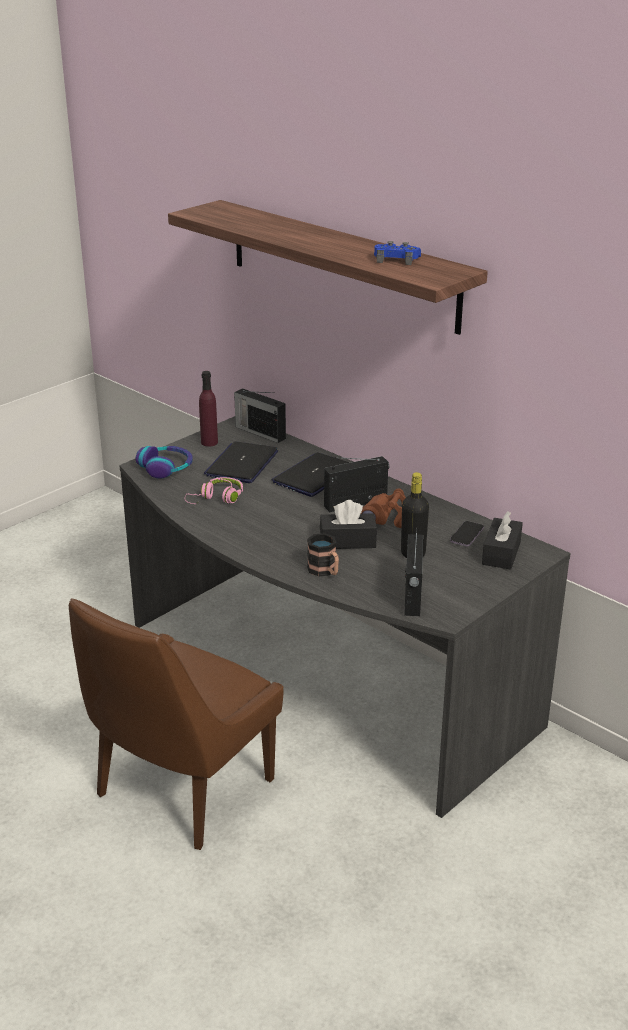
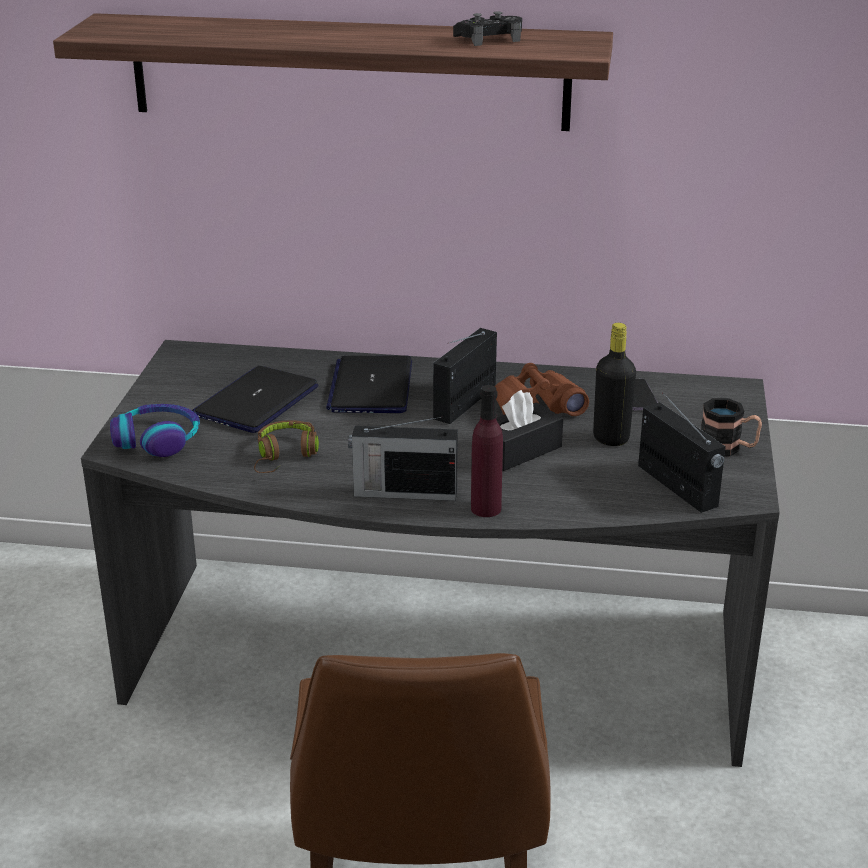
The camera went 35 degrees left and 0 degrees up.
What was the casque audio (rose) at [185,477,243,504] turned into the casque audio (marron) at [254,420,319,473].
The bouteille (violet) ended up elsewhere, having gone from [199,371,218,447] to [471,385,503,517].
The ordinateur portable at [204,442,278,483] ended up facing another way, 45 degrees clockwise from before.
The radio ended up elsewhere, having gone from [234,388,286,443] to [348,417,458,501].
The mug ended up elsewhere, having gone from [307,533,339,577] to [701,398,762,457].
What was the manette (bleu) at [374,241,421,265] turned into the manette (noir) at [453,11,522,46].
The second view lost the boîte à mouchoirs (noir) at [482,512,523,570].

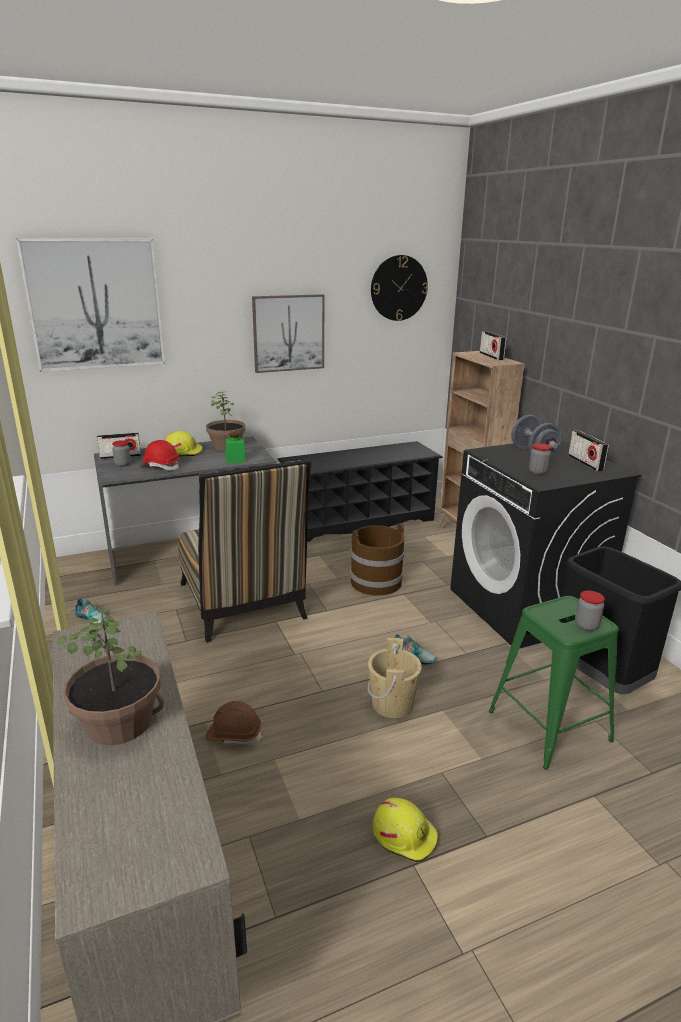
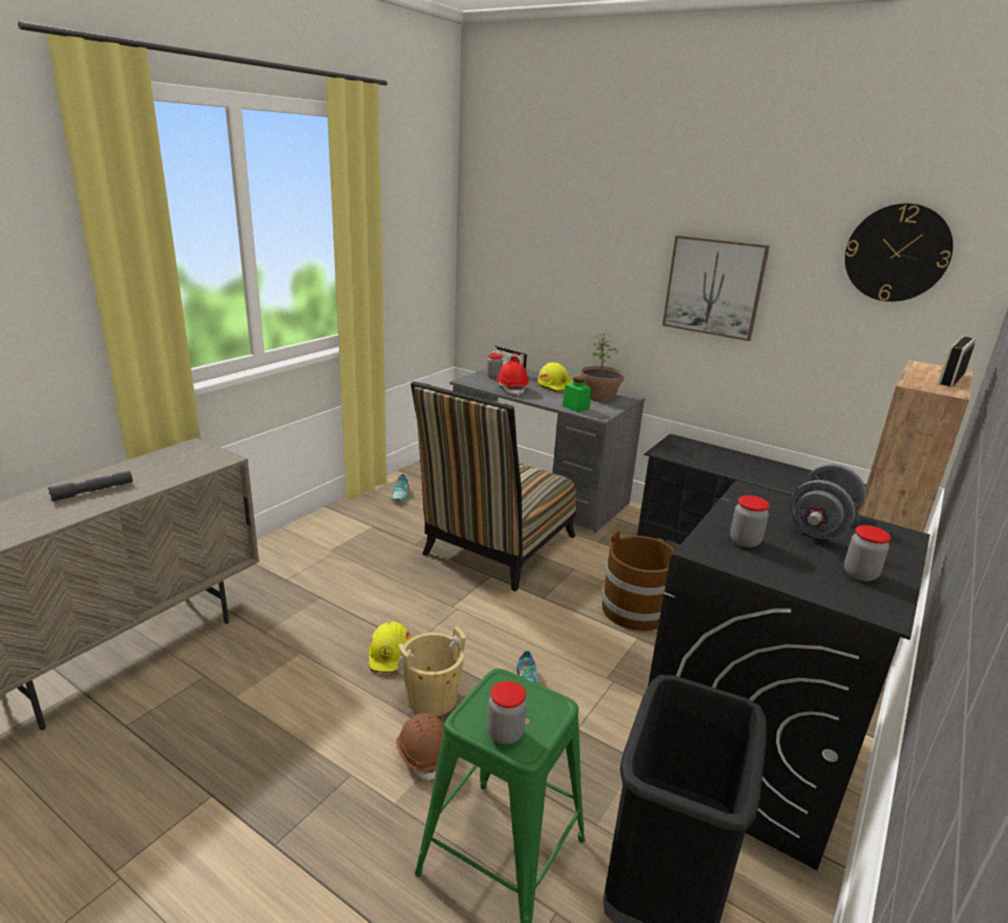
The camera went 55 degrees right and 0 degrees up.
The second view lost the tableau at [16,238,165,372].
Where the plante en pot stood at [56,607,164,745], the lampe de poche (gris) came to stand at [48,471,133,502].
The casque de chantier (marron) ended up elsewhere, having gone from [205,701,262,745] to [396,713,444,780].
The casque de chantier (jaune) ended up elsewhere, having gone from [372,798,438,863] to [369,621,412,673].
Where the radio stood at [568,431,609,471], the bocal came to stand at [844,525,891,581].

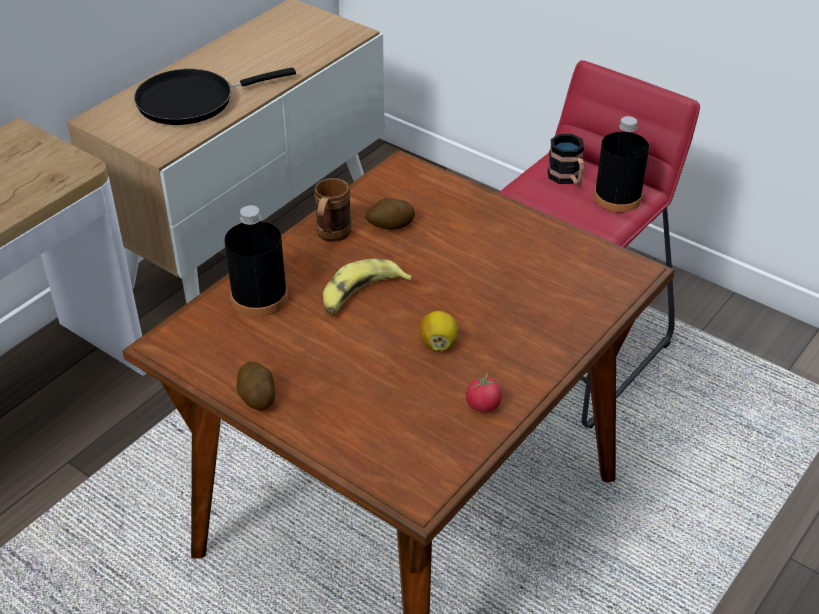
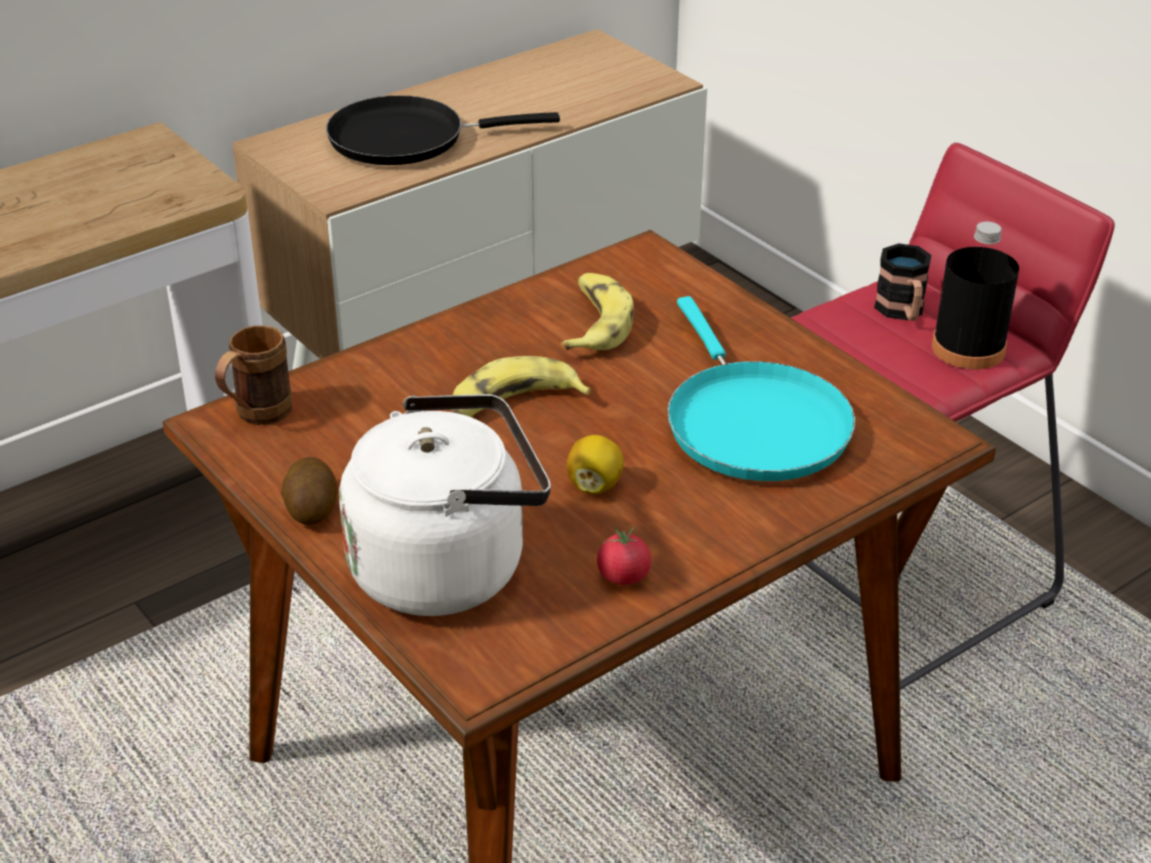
The camera went 15 degrees right and 5 degrees down.
The second view lost the bouteille (noir) at [224,205,288,317].
The mug (marron) ended up elsewhere, having gone from [314,178,352,242] to [215,325,292,425].
Where the pomme de terre stood at [365,198,415,230], the banane came to stand at [560,273,634,350].
The second view gained the bouilloire (blanc) at [339,394,551,616].
The second view gained the poêle (turquoise) at [667,296,855,481].

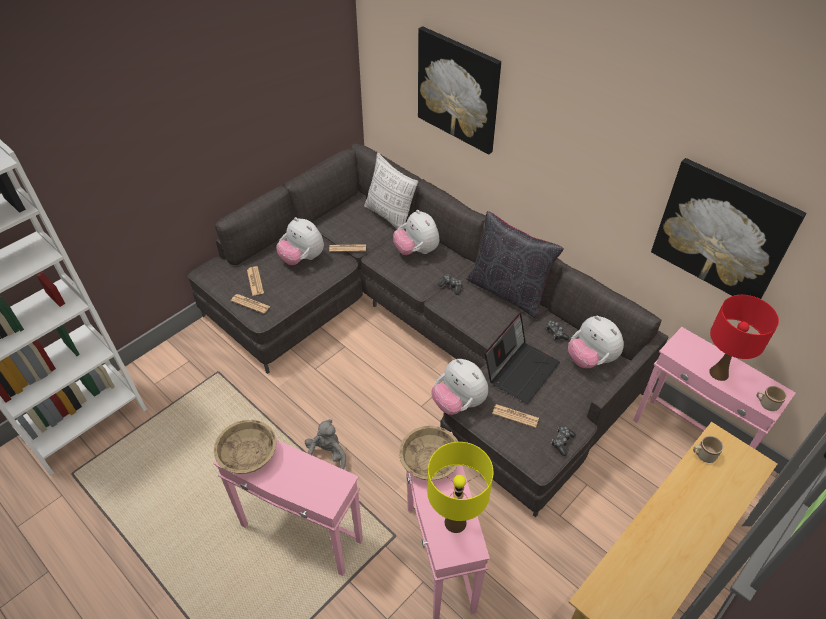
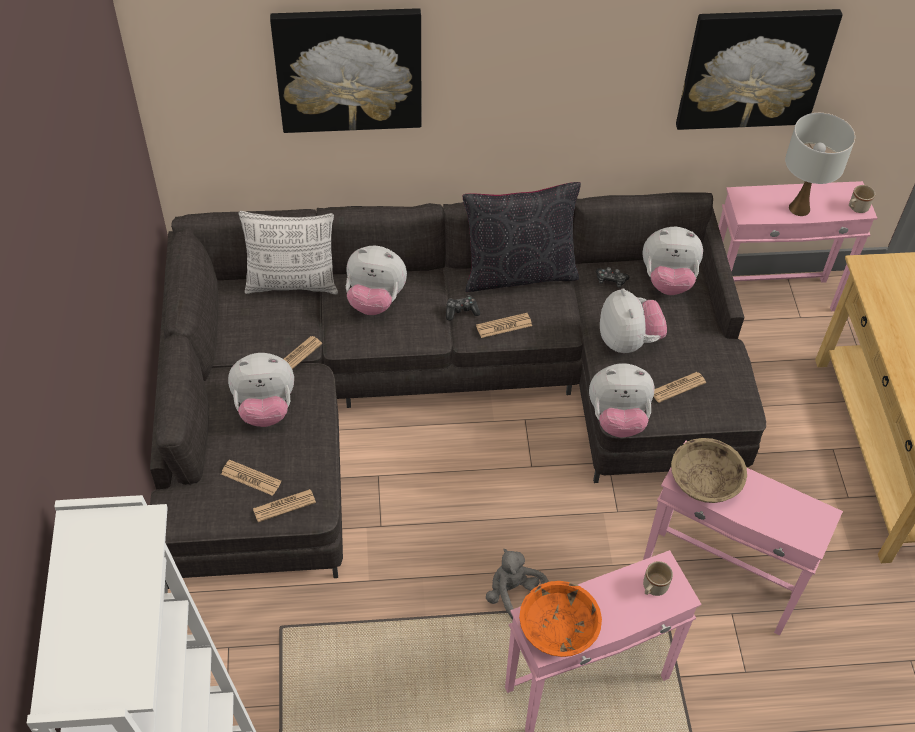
The camera went 50 degrees left and 5 degrees up.
What was the bol (beige) at [214,420,276,474] turned into the bol (orange) at [519,581,602,657].
The second view lost the lampe de table (jaune) at [427,442,493,533].
Where the ordinateur portable stood at [485,313,560,404], the peluche came to stand at [600,288,667,353].
The second view lost the manette at [552,426,576,456].
The mug (beige) ended up elsewhere, having gone from [693,436,723,463] to [643,561,673,596].
What was the lampe de table (rouge) at [709,295,779,381] turned into the lampe de table (blanc) at [785,113,855,216].
The second view gained the journal at [476,313,532,338].

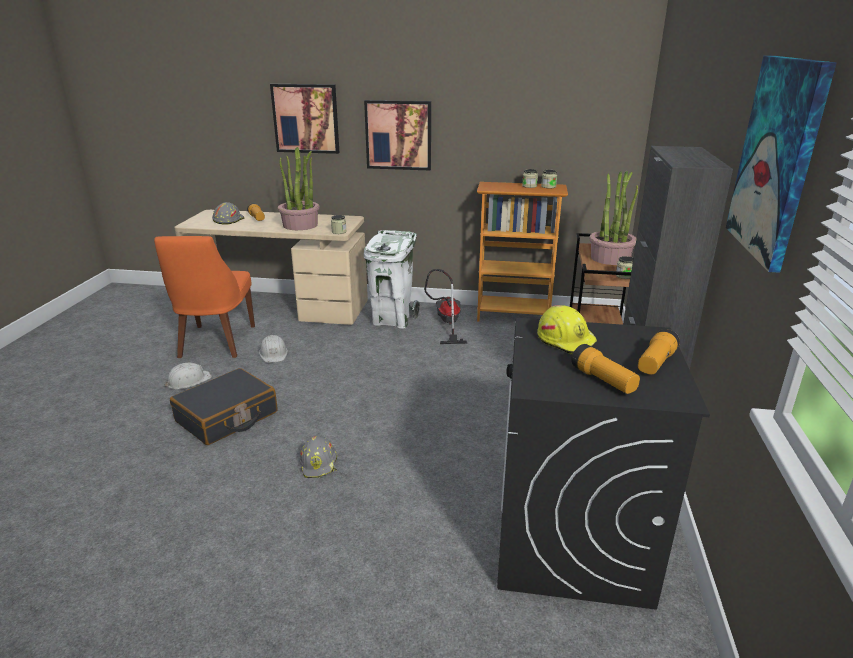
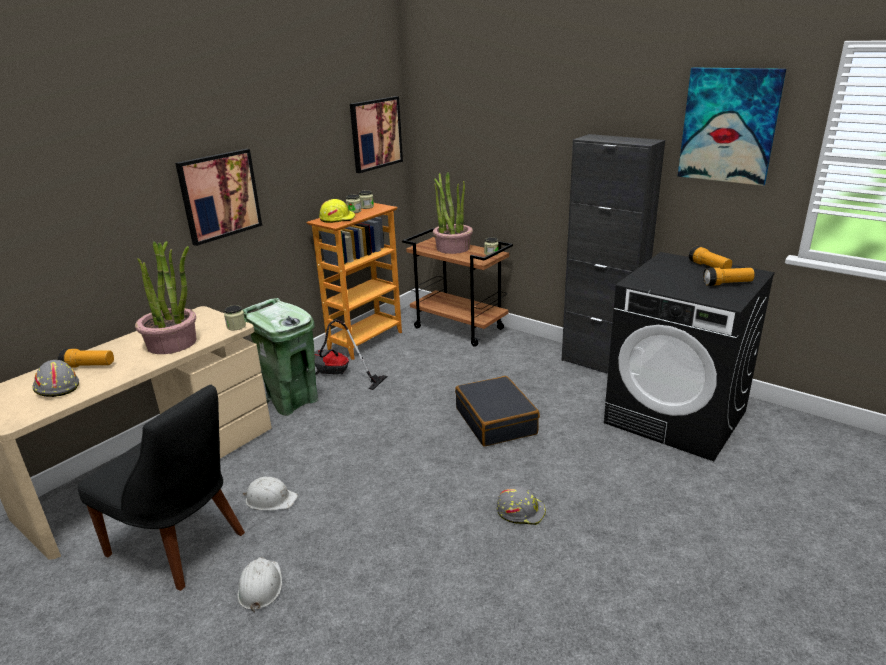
The camera went 60 degrees left and 0 degrees up.
What was the chaise (orange) at [154,236,255,358] turned into the chaise (noir) at [77,385,245,591].
The valise (noir) ended up elsewhere, having gone from [170,368,278,445] to [455,376,540,446].
The tableau ended up elsewhere, having gone from [270,84,339,154] to [350,96,403,173].
What was the poubelle (blanc) at [364,230,420,329] turned into the poubelle (vert) at [243,298,318,416].
The casque de chantier (jaune) ended up elsewhere, having gone from [537,305,597,354] to [319,199,356,223].

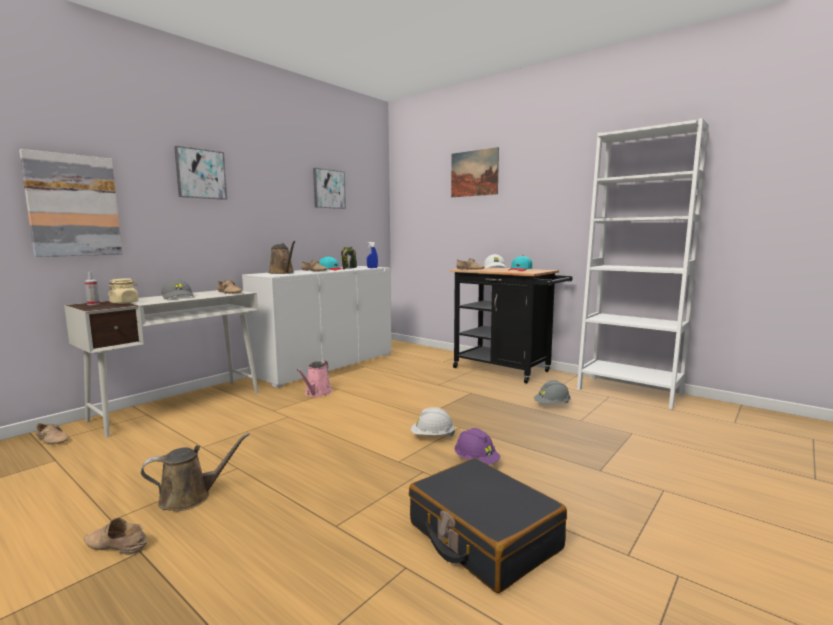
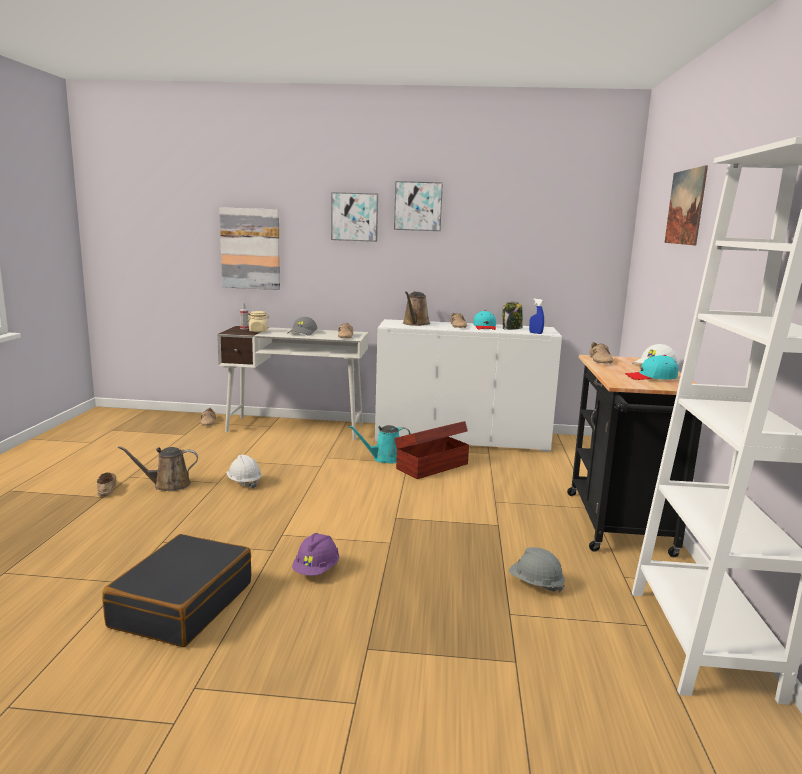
The camera went 55 degrees right and 5 degrees up.
The arrosoir (marron) at [141,433,250,511] ended up facing another way, 135 degrees clockwise from before.
What was the arrosoir (rose) at [297,361,332,397] turned into the arrosoir (turquoise) at [348,425,411,463].
The tableau ended up elsewhere, having gone from [313,168,346,209] to [394,181,443,231].
The casque de chantier (blanc) ended up elsewhere, having gone from [411,407,455,436] to [226,455,262,489].
The second view gained the boîte de rangement (marron) at [394,421,469,479].

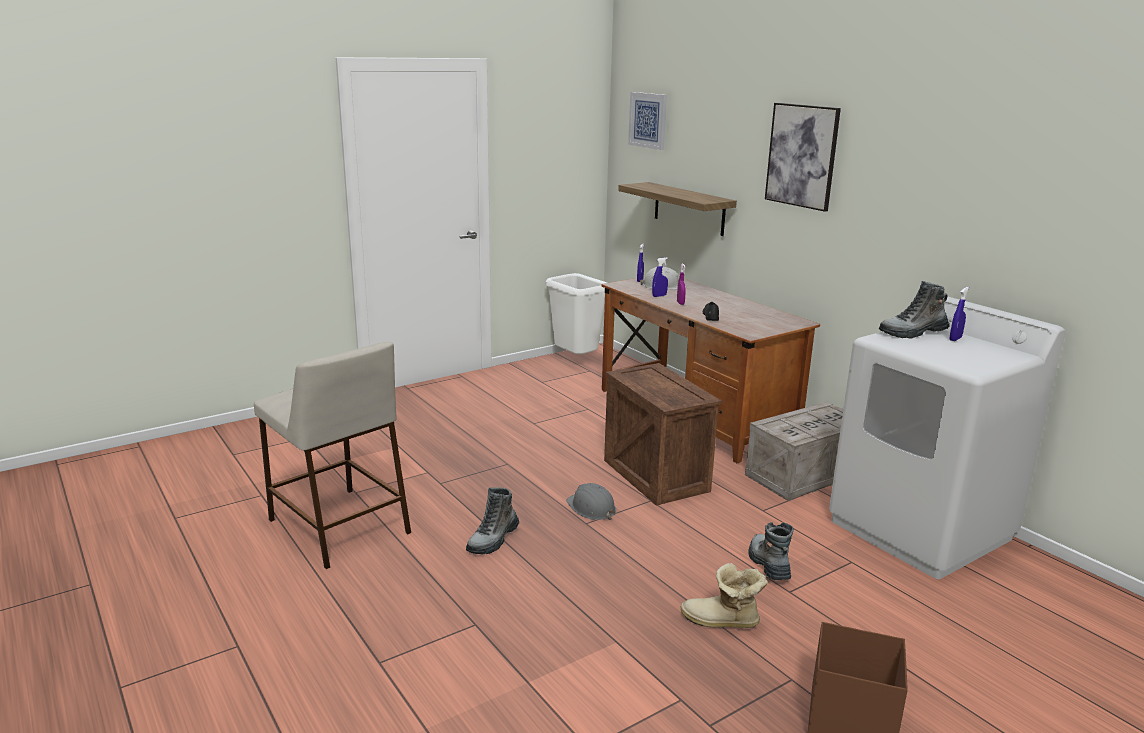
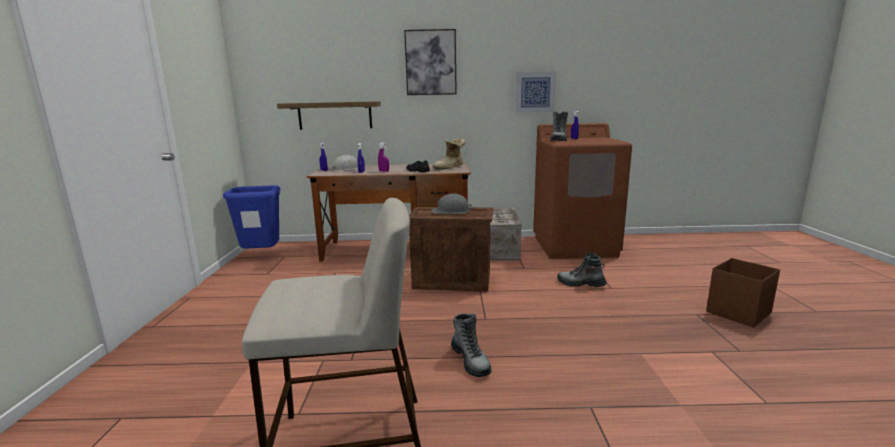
The camera went 55 degrees left and 5 degrees down.
What was the poubelle (blanc) at [546,273,607,354] turned into the poubelle (bleu) at [223,185,280,249].
The casque de chantier (gris) ended up elsewhere, having gone from [566,483,616,520] to [431,193,472,214].
The tableau ended up elsewhere, having gone from [628,92,667,150] to [515,71,556,113].
The botte ended up elsewhere, having gone from [681,563,768,628] to [432,139,466,170].
What was the lave-linge (blanc) at [829,296,1065,579] turned into the lave-linge (marron) at [533,123,632,259].

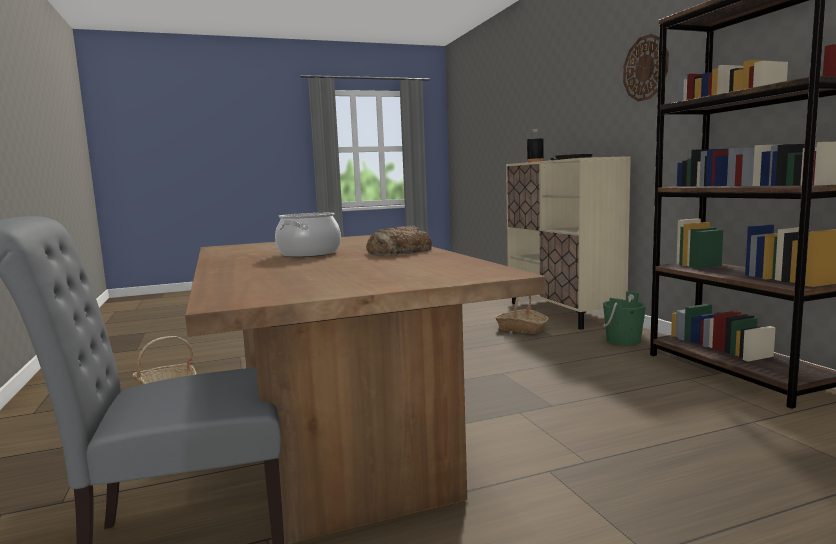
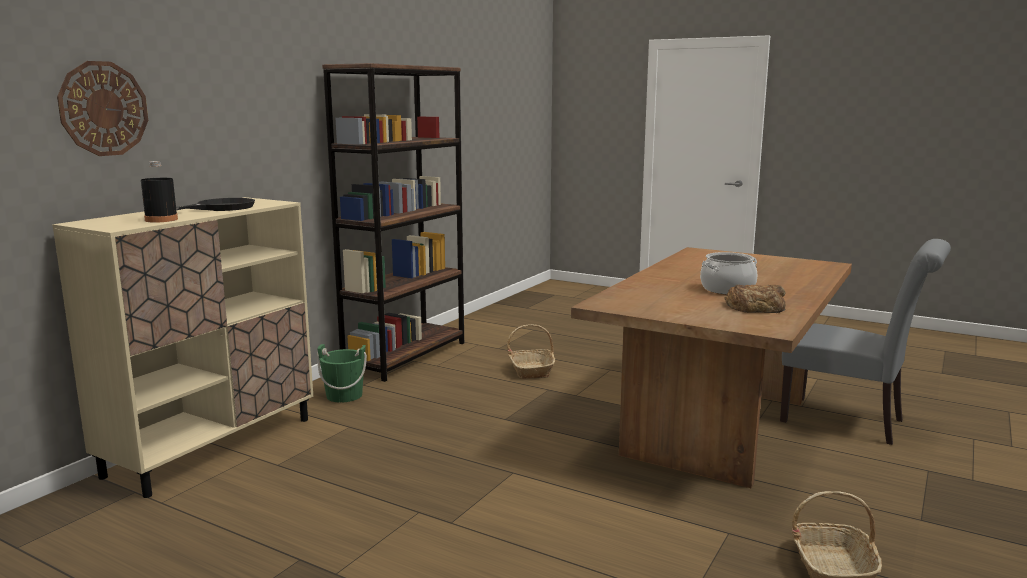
The camera went 130 degrees left and 5 degrees up.
The pain ended up elsewhere, having gone from [366,225,432,256] to [725,285,786,313].
The panier ended up elsewhere, having gone from [495,296,549,334] to [507,324,555,379].
The horloge murale ended up elsewhere, having gone from [623,34,669,101] to [57,61,148,156].

